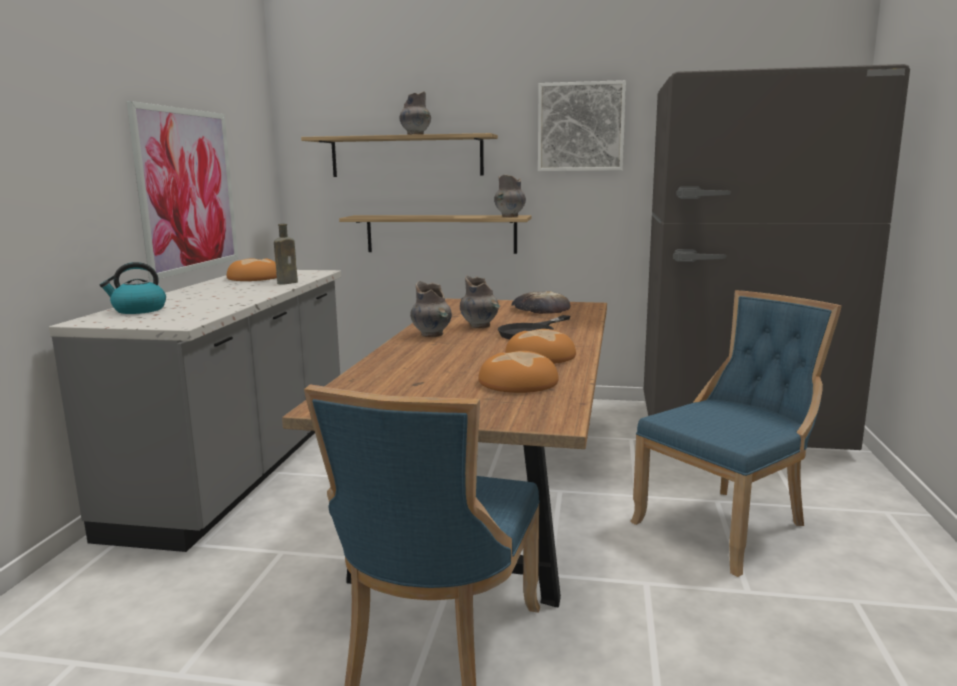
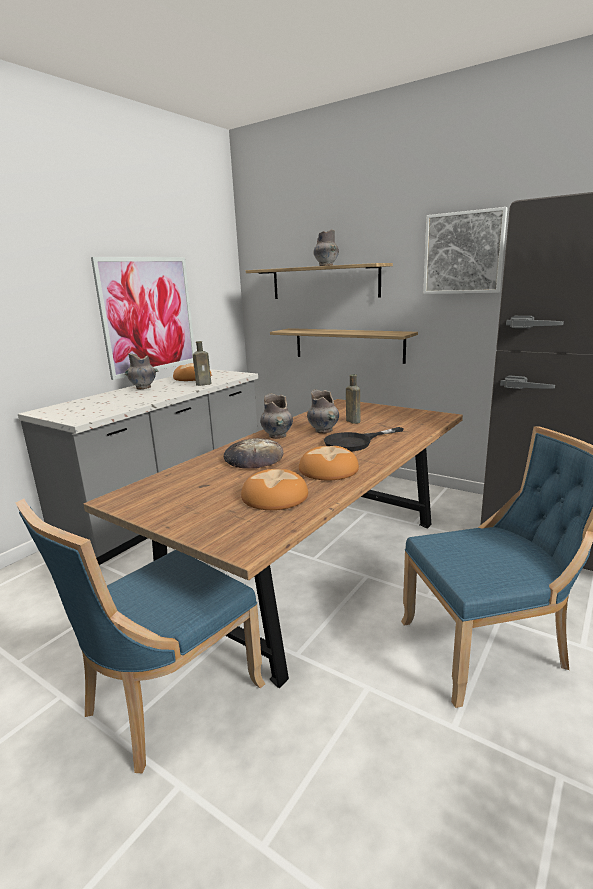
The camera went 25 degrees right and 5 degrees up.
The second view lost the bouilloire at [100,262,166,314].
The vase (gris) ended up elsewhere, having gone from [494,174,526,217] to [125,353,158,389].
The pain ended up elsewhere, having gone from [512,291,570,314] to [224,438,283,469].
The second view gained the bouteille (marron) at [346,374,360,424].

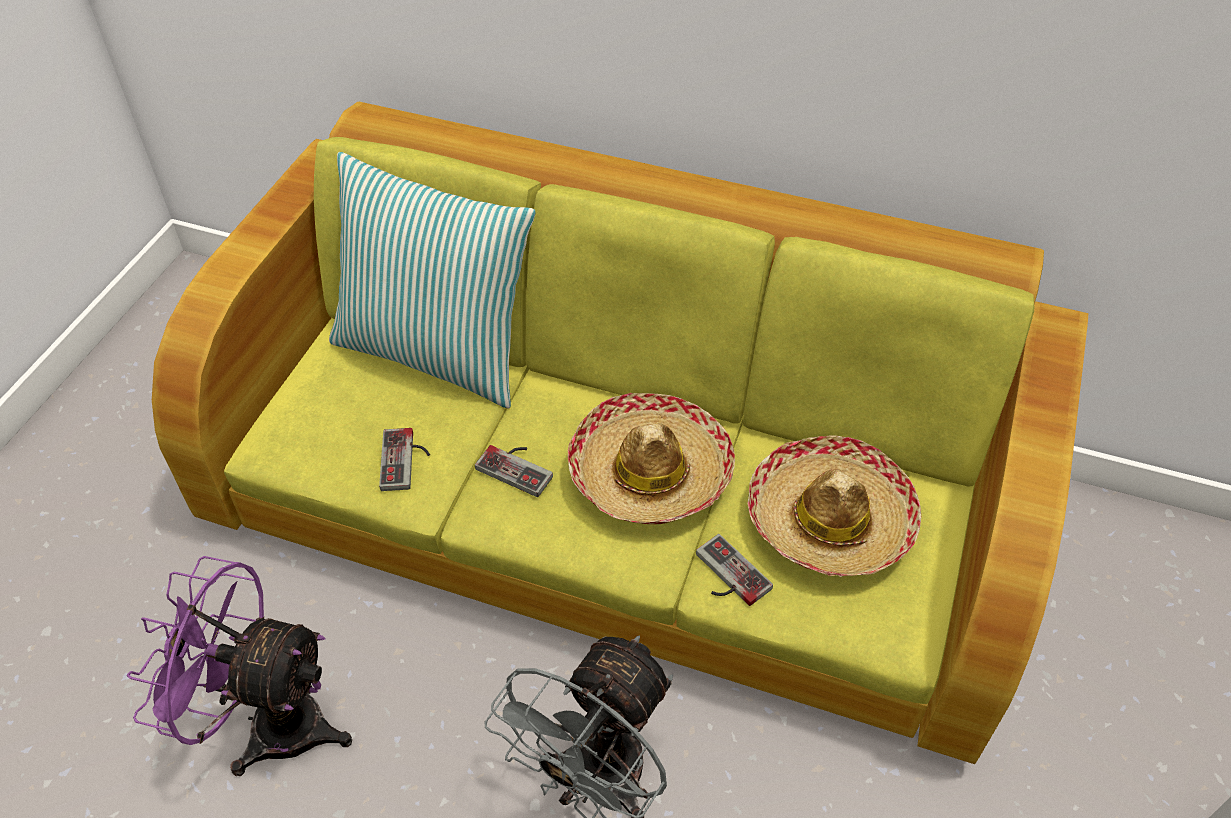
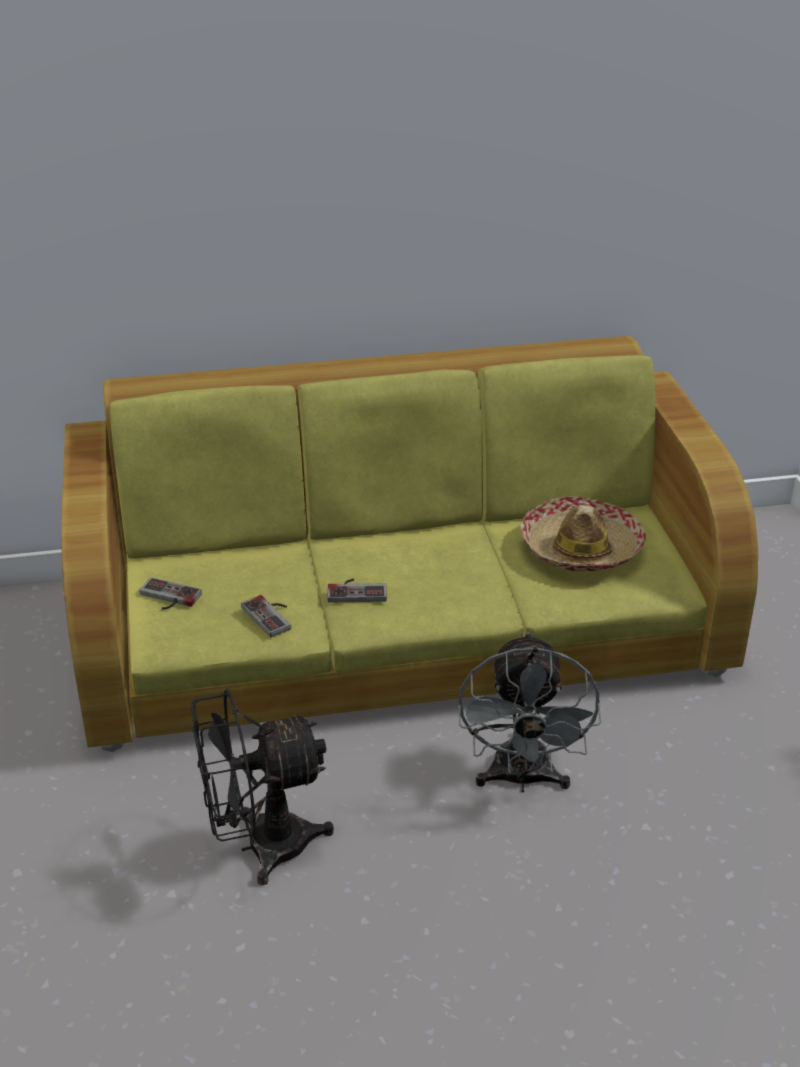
The camera went 30 degrees left and 15 degrees down.
What was the ventilateur (violet) at [127,556,352,776] turned into the ventilateur (noir) at [191,689,334,886].
The second view lost the coussin at [329,152,536,409].
The second view lost the chapeau at [568,393,735,524].
The manette ended up elsewhere, having gone from [696,534,773,606] to [140,577,202,609].

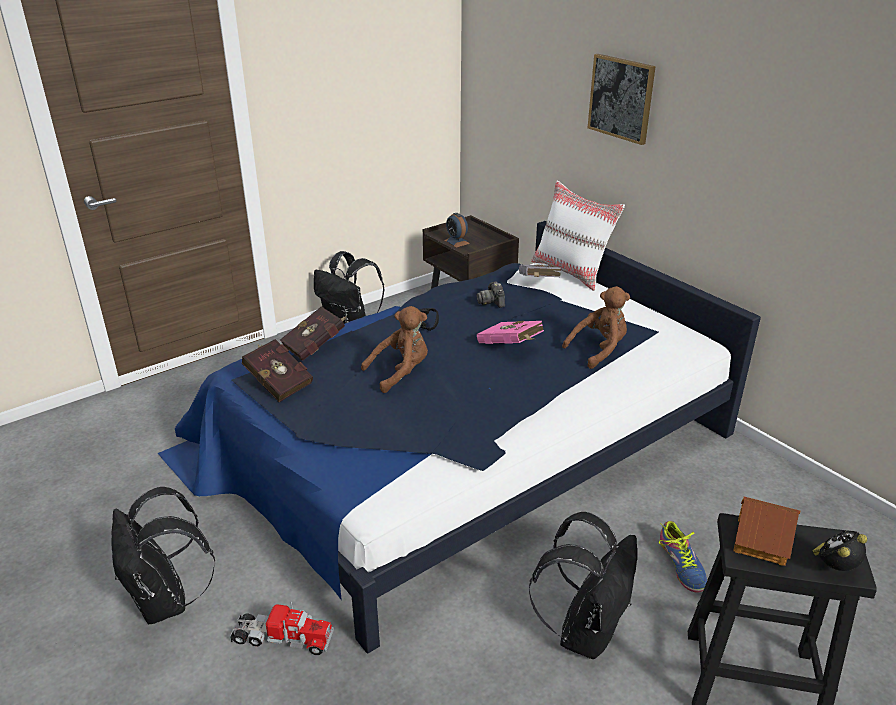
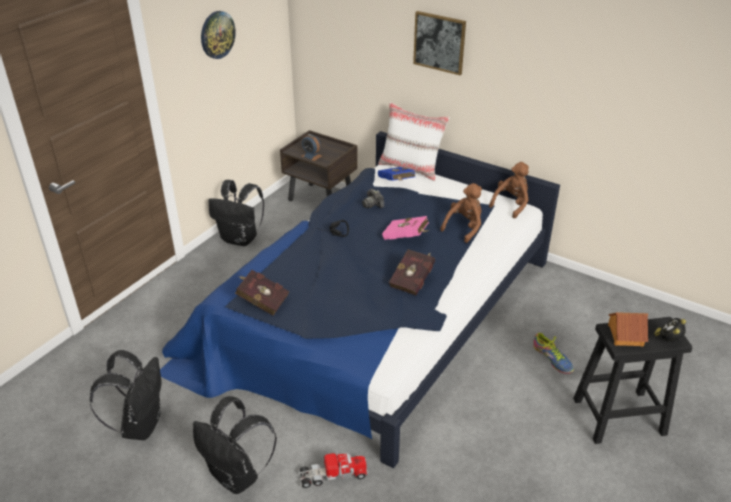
The camera went 20 degrees left and 5 degrees up.
The livre (rouge) ended up elsewhere, having gone from [280,306,346,361] to [388,249,435,295].
The peluche (marron) ended up elsewhere, having gone from [361,306,428,393] to [489,162,529,218].
What was the livre (gris) at [519,265,561,277] turned into the livre (bleu) at [378,167,415,181].
The sac à dos (noir) ended up elsewhere, having gone from [529,512,637,659] to [90,350,162,440].
The second view gained the horloge murale at [201,11,236,59].

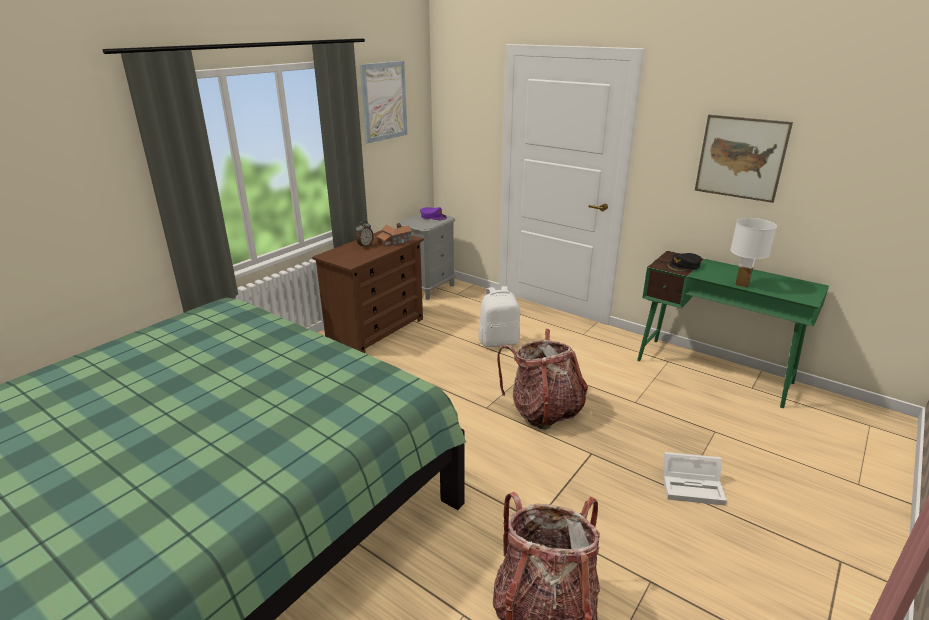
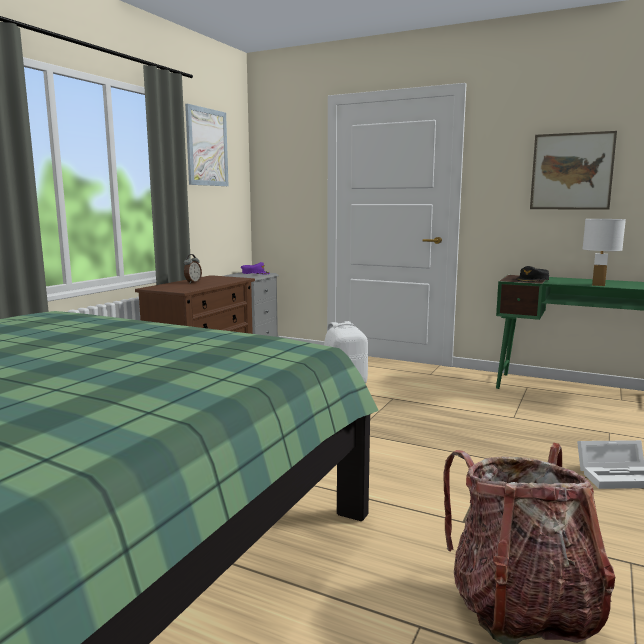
The camera went 10 degrees left and 15 degrees down.
The second view lost the maison miniature at [377,223,412,246].
The second view lost the sac à dos at [497,329,588,430].

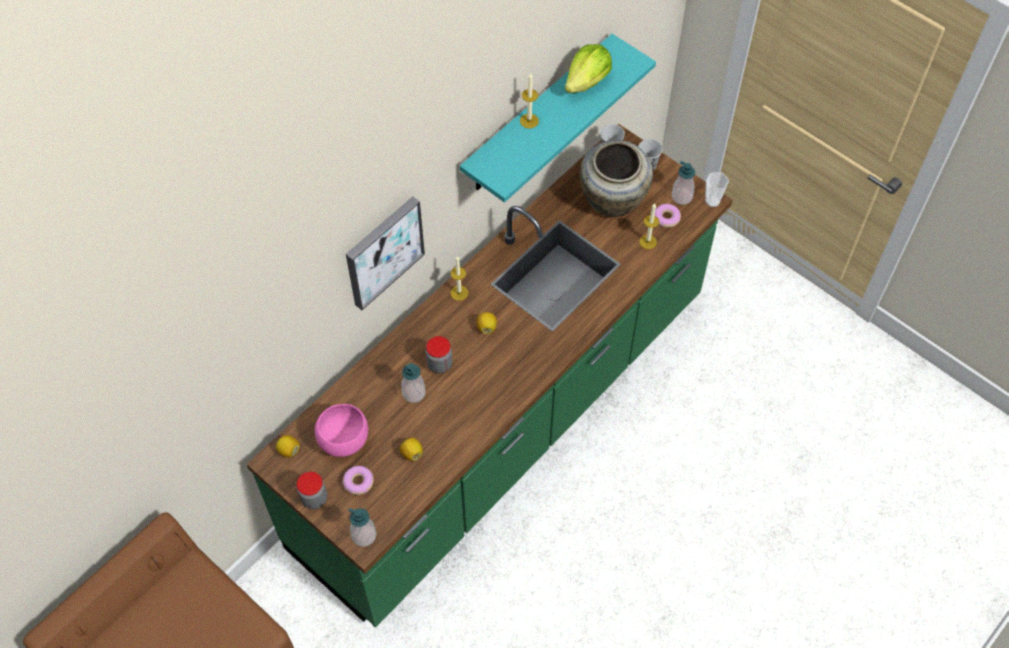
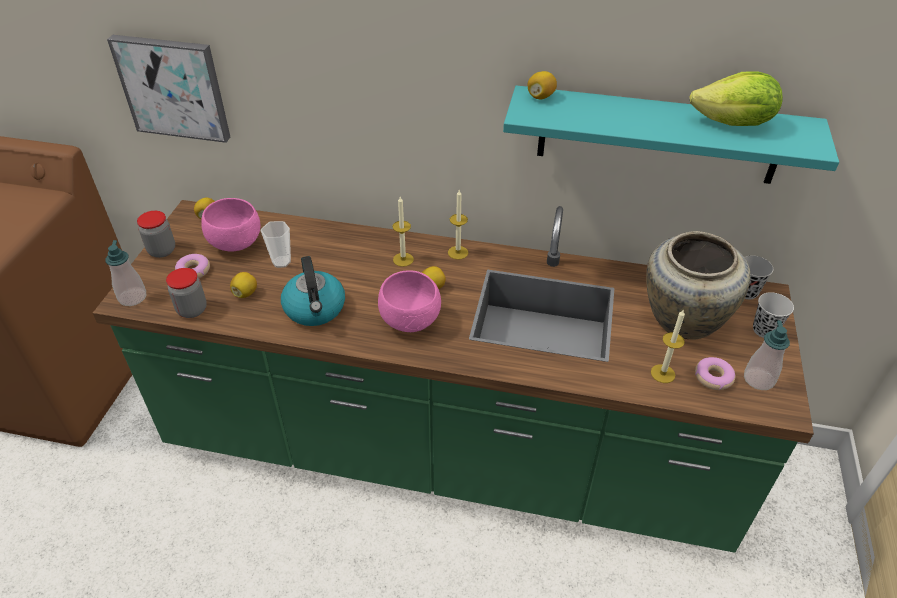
The camera went 60 degrees right and 15 degrees down.
The tableau ended up elsewhere, having gone from [346,196,425,310] to [107,35,230,143].
The second view lost the distributeur de savon at [401,363,426,403].
The bocal ended up elsewhere, having gone from [426,336,452,374] to [166,268,207,318].
The bougie ended up elsewhere, having gone from [520,73,539,128] to [393,197,414,267].
The tasse ended up elsewhere, having gone from [705,172,729,207] to [261,221,291,268].
The second view gained the bouilloire at [281,256,345,326].
The second view gained the bol (rose) at [378,270,441,332].
The second view gained the citron at [528,71,557,99].

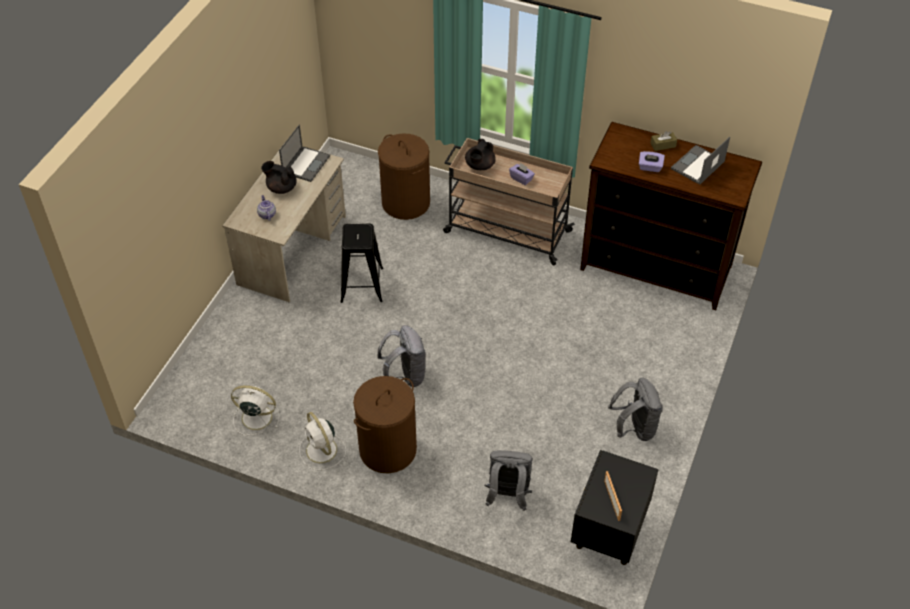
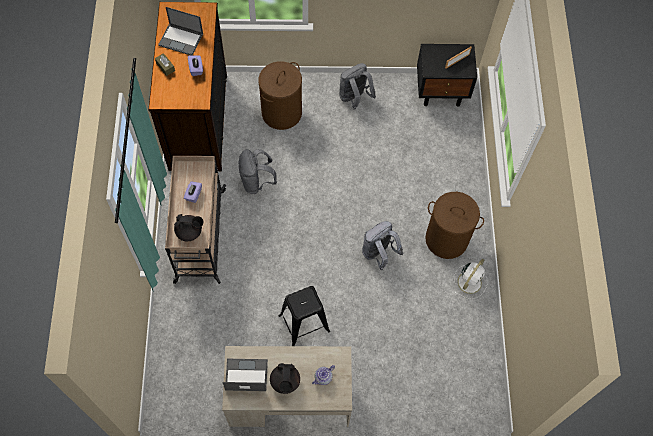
The camera went 115 degrees left and 15 degrees up.
The second view lost the ventilateur (blanc) at [231,385,279,435].
The panier à linge (marron) ended up elsewhere, having gone from [378,133,430,220] to [258,61,302,130].
The sac à dos (gris) ended up elsewhere, having gone from [485,450,533,511] to [239,149,277,194].

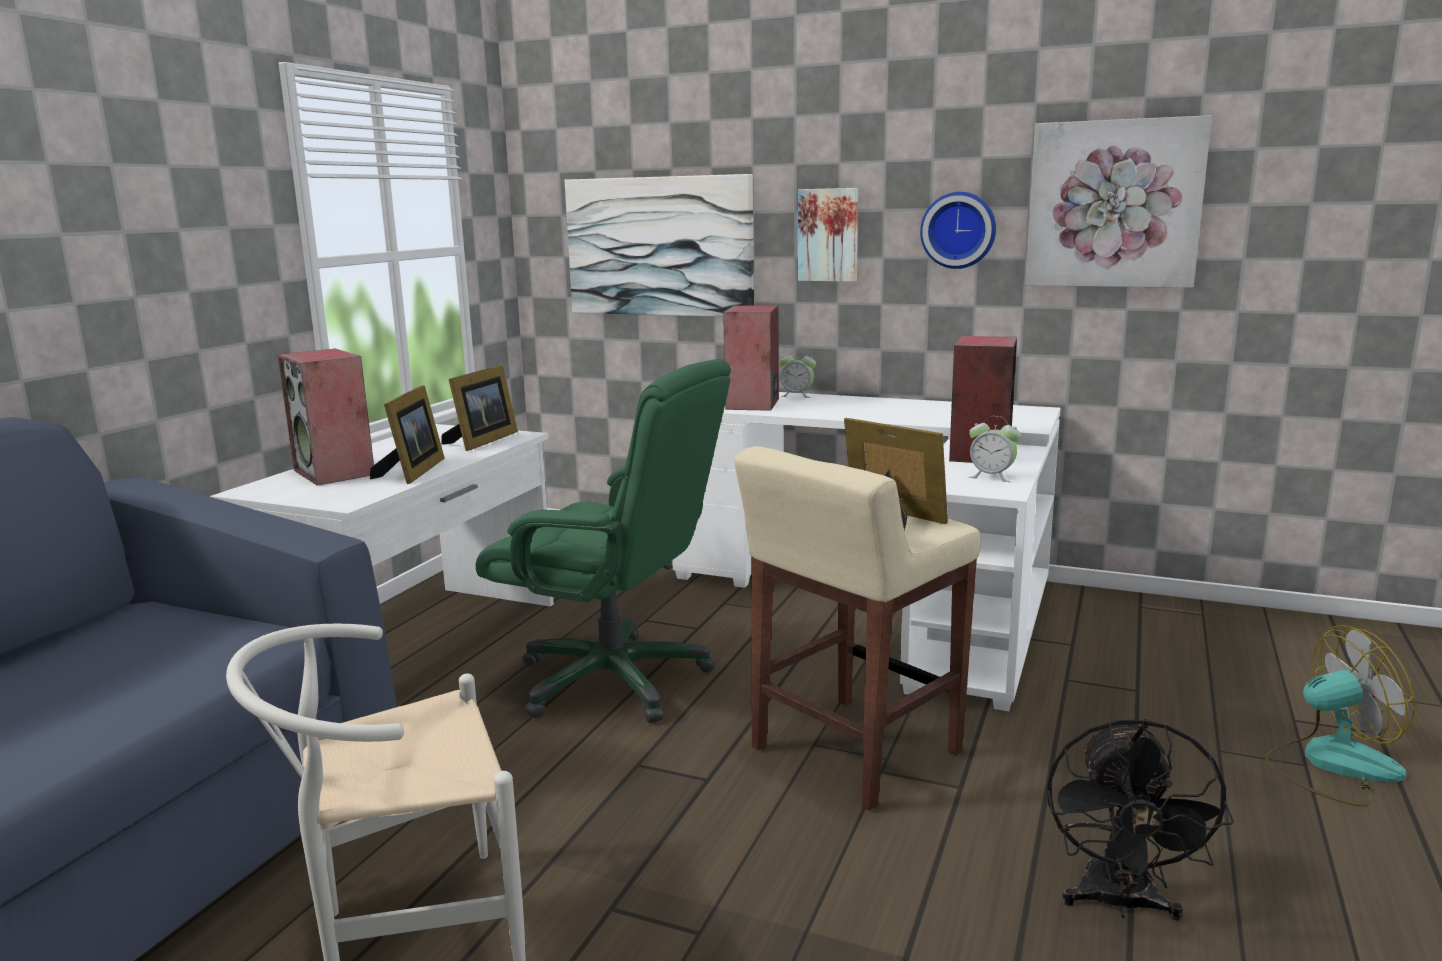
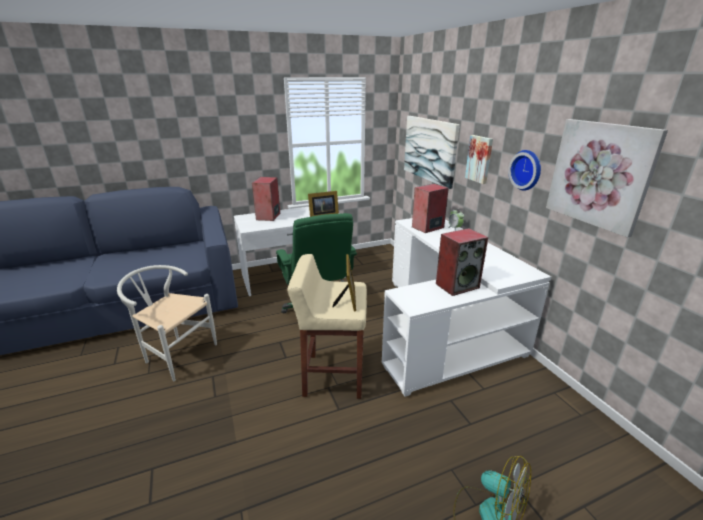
The camera went 45 degrees right and 10 degrees up.
The second view lost the cadre photo at [370,385,445,484].
The second view lost the réveil at [968,416,1021,482].
The second view lost the ventilateur (noir) at [1047,718,1234,921].

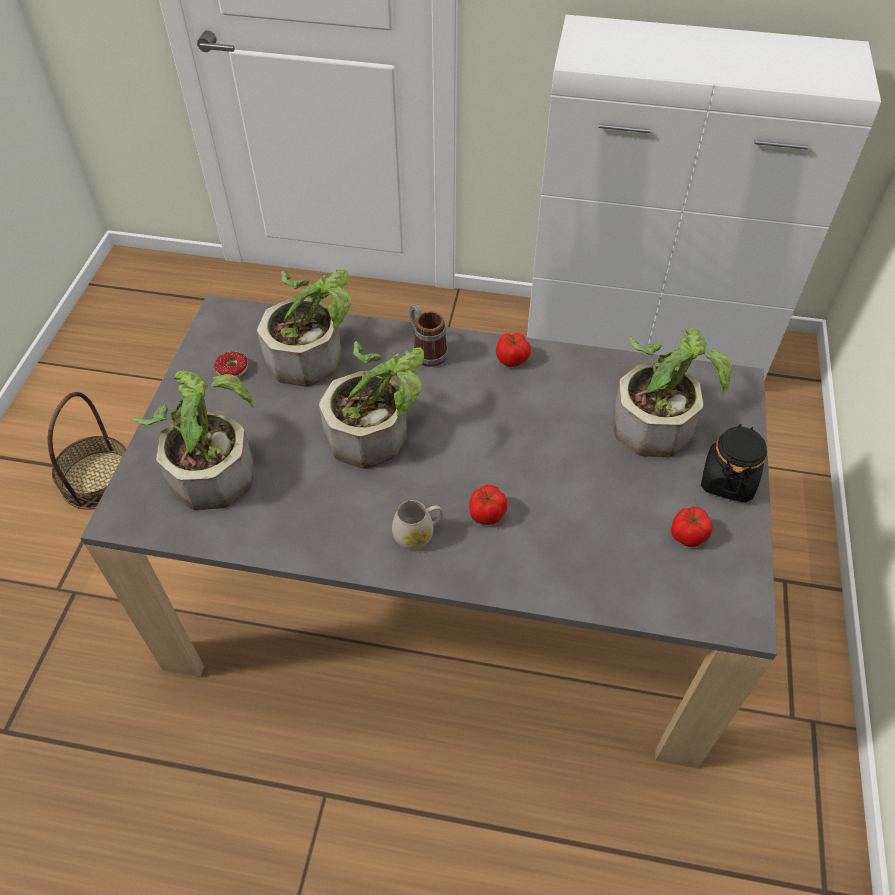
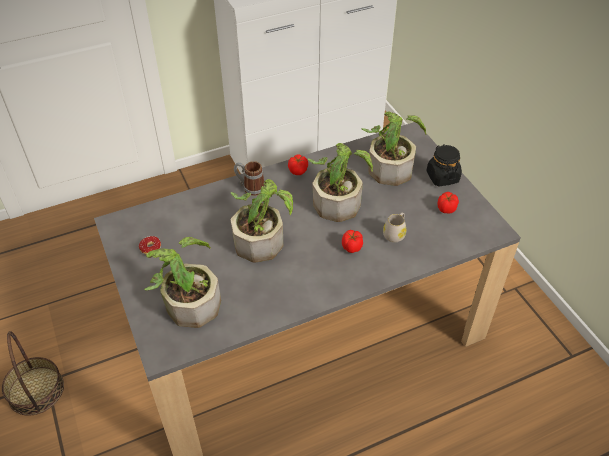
The camera went 35 degrees left and 5 degrees down.
The plante en pot ended up elsewhere, having gone from [257,269,351,387] to [308,143,373,222].
The mug (blanc) ended up elsewhere, having gone from [392,500,443,549] to [383,213,406,243].

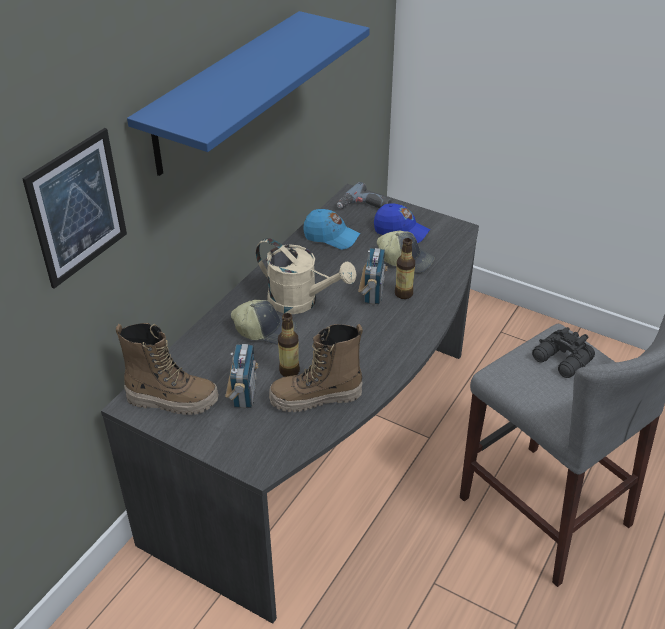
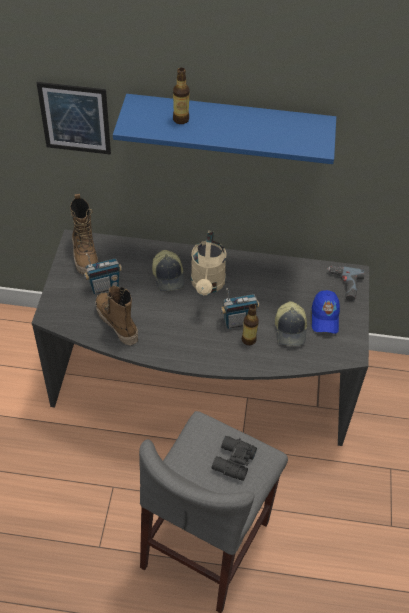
The camera went 65 degrees right and 10 degrees up.
The bouteille ended up elsewhere, having gone from [278,313,300,377] to [173,68,190,124].
The second view lost the casquette (bleu) at [303,209,361,249].

